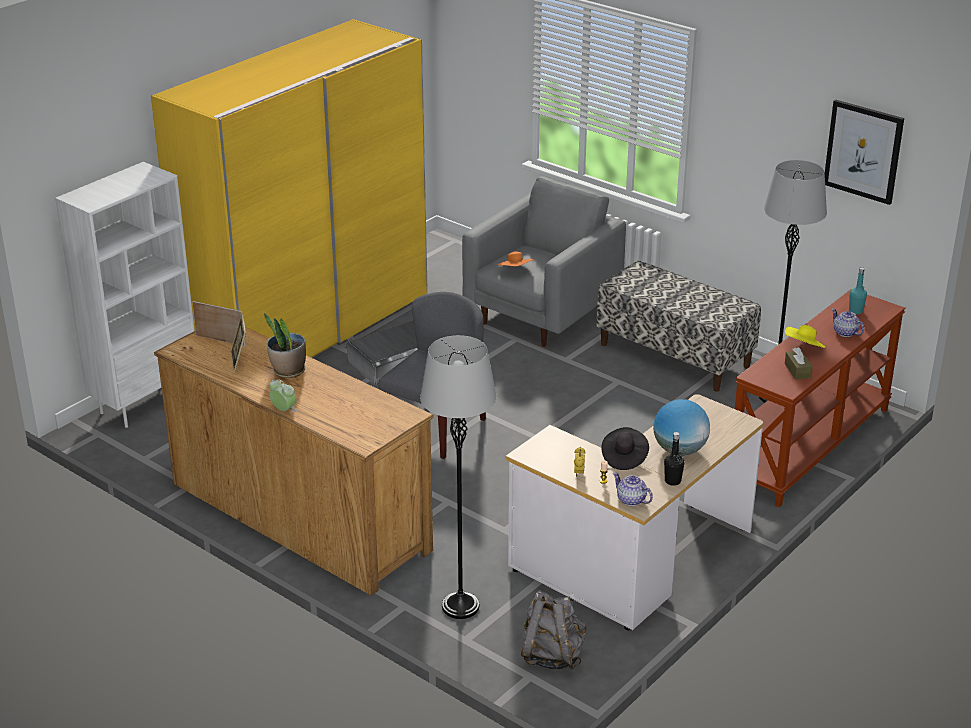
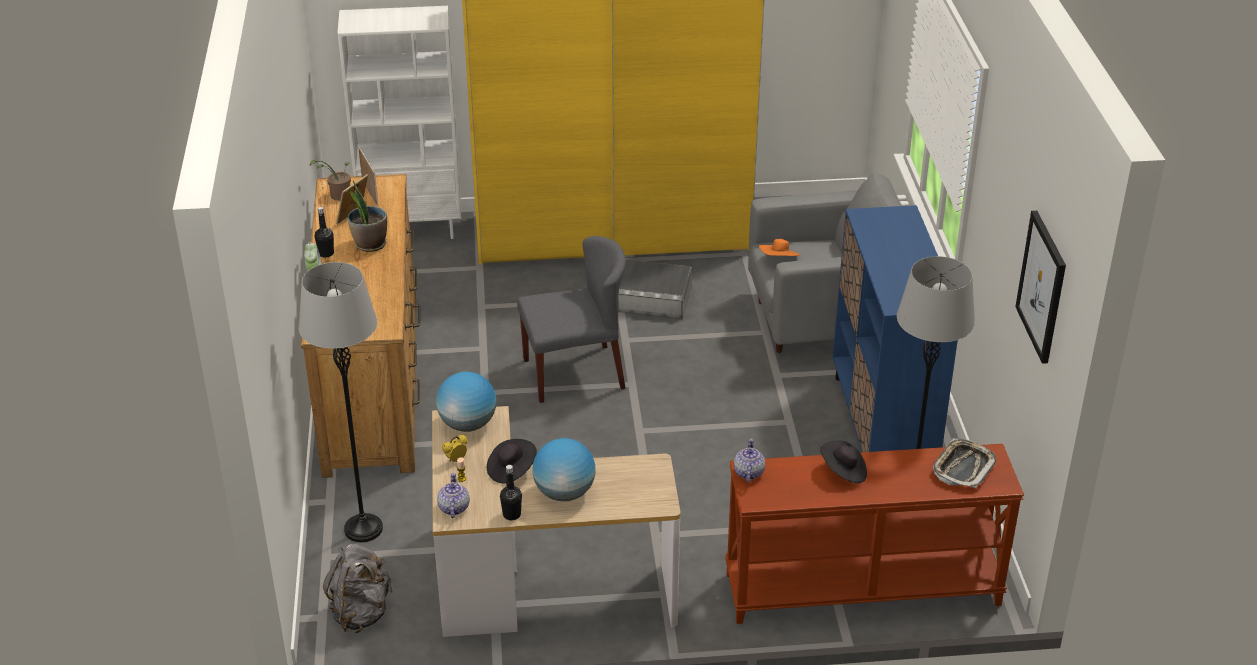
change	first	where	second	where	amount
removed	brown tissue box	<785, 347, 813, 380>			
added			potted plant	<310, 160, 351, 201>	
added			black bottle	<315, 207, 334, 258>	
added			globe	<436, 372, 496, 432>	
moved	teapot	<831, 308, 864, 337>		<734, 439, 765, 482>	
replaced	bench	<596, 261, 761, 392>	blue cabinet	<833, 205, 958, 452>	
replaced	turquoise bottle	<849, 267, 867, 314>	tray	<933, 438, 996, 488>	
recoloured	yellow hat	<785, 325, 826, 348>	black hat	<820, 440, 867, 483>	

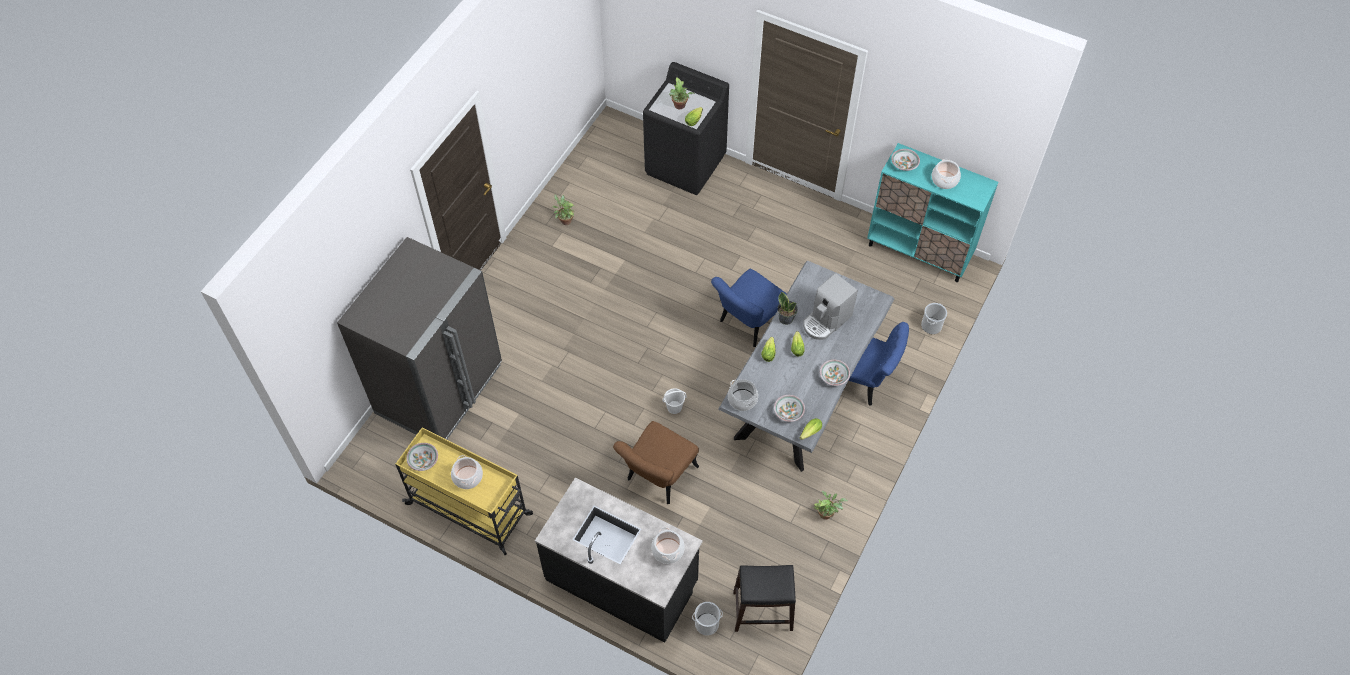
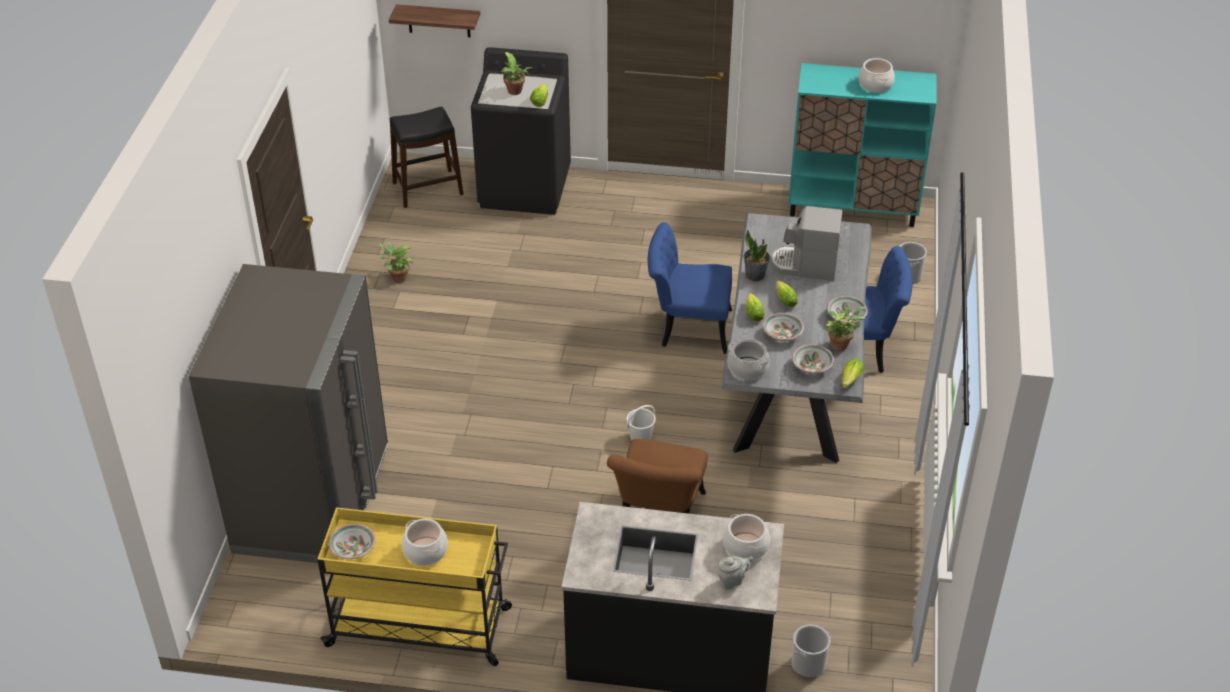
change	first	where	second	where	amount
added			shelf	<389, 4, 480, 37>	
added			grey teapot	<718, 556, 753, 590>	
moved	black stool	<733, 565, 796, 632>		<390, 107, 464, 208>	
moved	potted plant	<813, 491, 848, 520>		<826, 306, 867, 351>	
moved	bowl	<891, 149, 920, 171>		<763, 313, 804, 341>	
turned	blue chair	<711, 269, 787, 347>		<647, 222, 732, 354>	75 degrees clockwise
turned	coffee machine	<803, 273, 858, 340>		<771, 206, 842, 281>	75 degrees clockwise

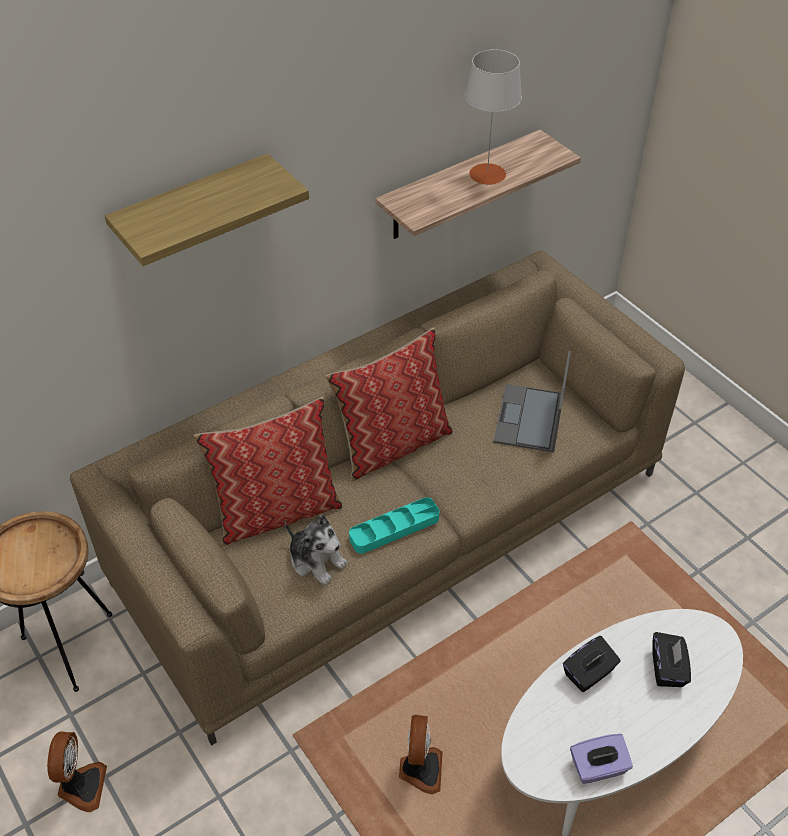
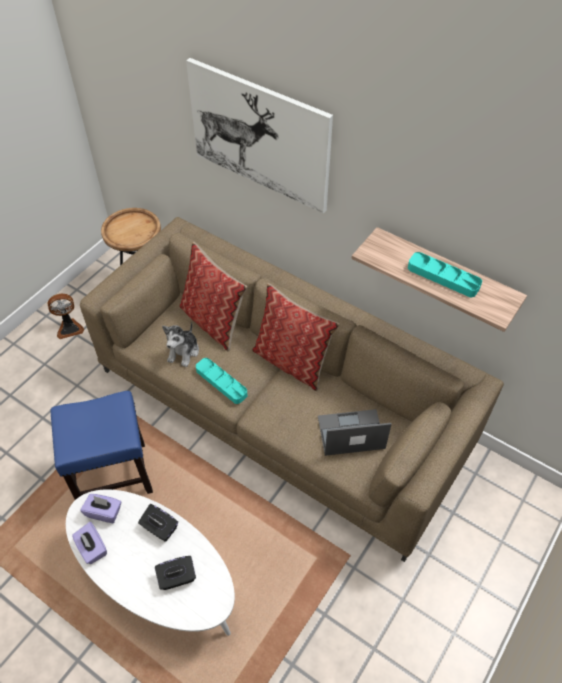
change	first	where	second	where	amount
added			purple tissue box	<80, 494, 121, 523>	
replaced	shelf	<105, 153, 309, 266>	picture	<186, 58, 333, 214>	
replaced	fan	<399, 715, 443, 794>	blue stool	<50, 391, 153, 500>	
replaced	grey table lamp	<465, 49, 522, 185>	turquoise tray	<408, 252, 482, 297>	

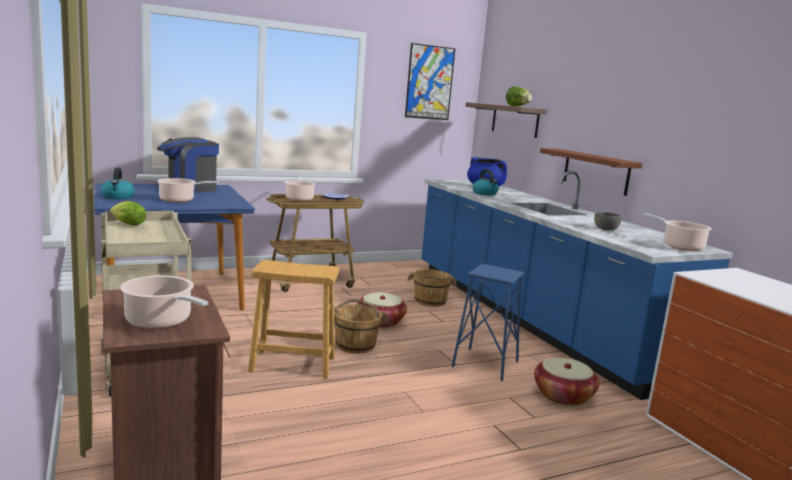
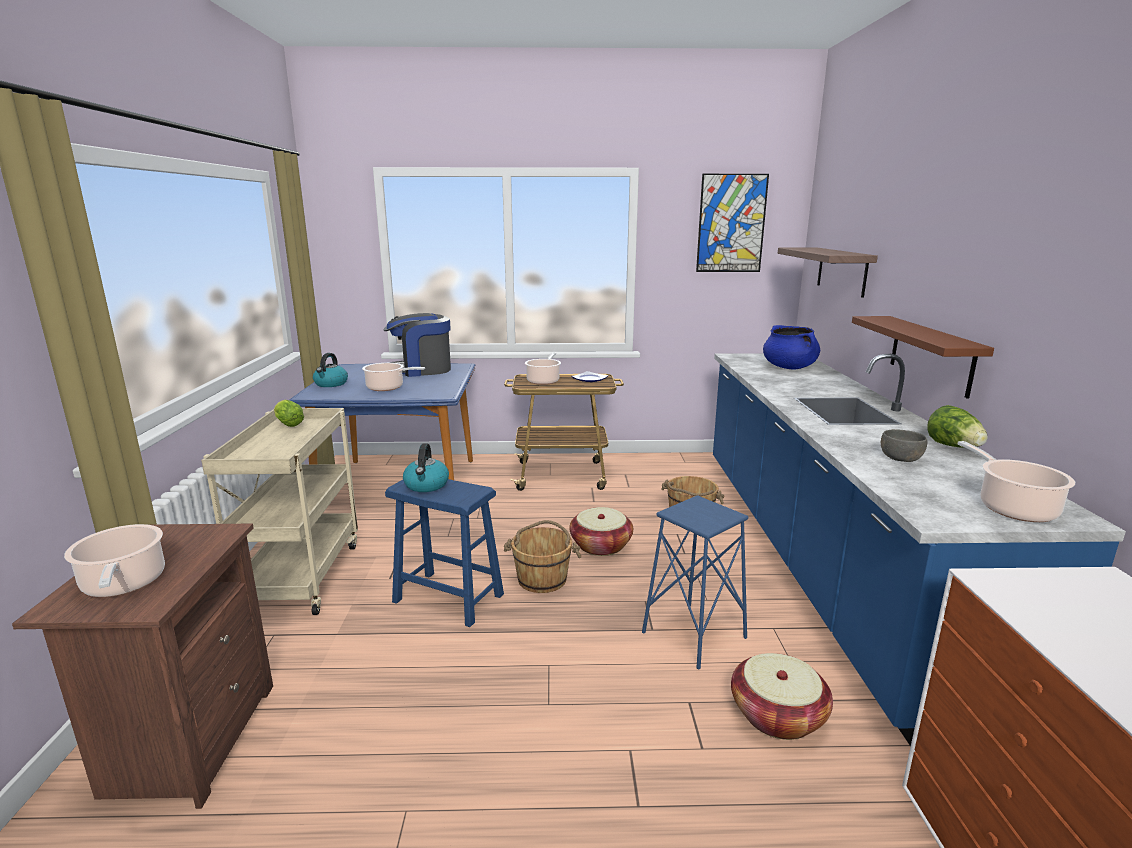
change	first	where	second	where	amount
moved	kettle	<473, 169, 499, 196>		<403, 443, 449, 492>	
moved	lettuce	<506, 87, 532, 106>		<927, 405, 987, 448>	
recoloured	brown stool	<248, 260, 339, 379>	blue stool	<385, 479, 504, 627>	

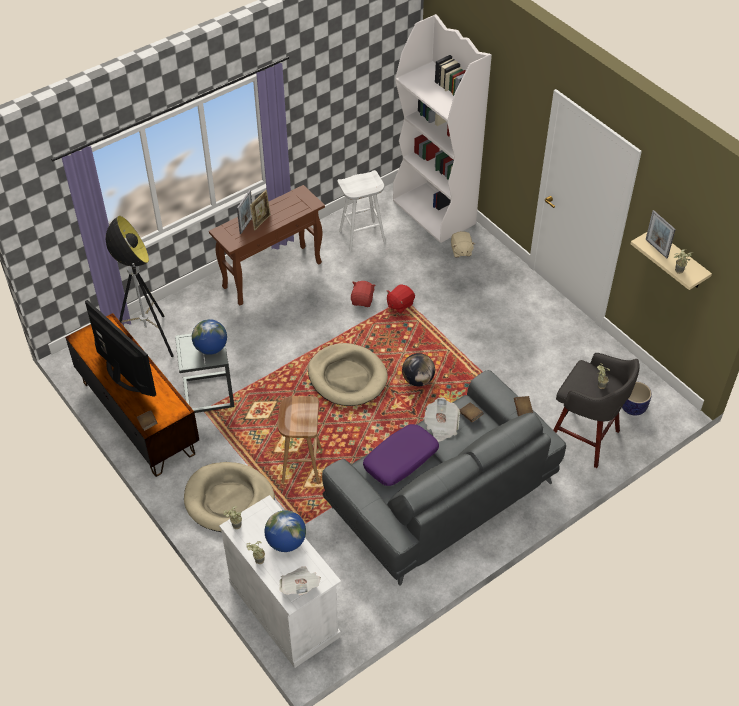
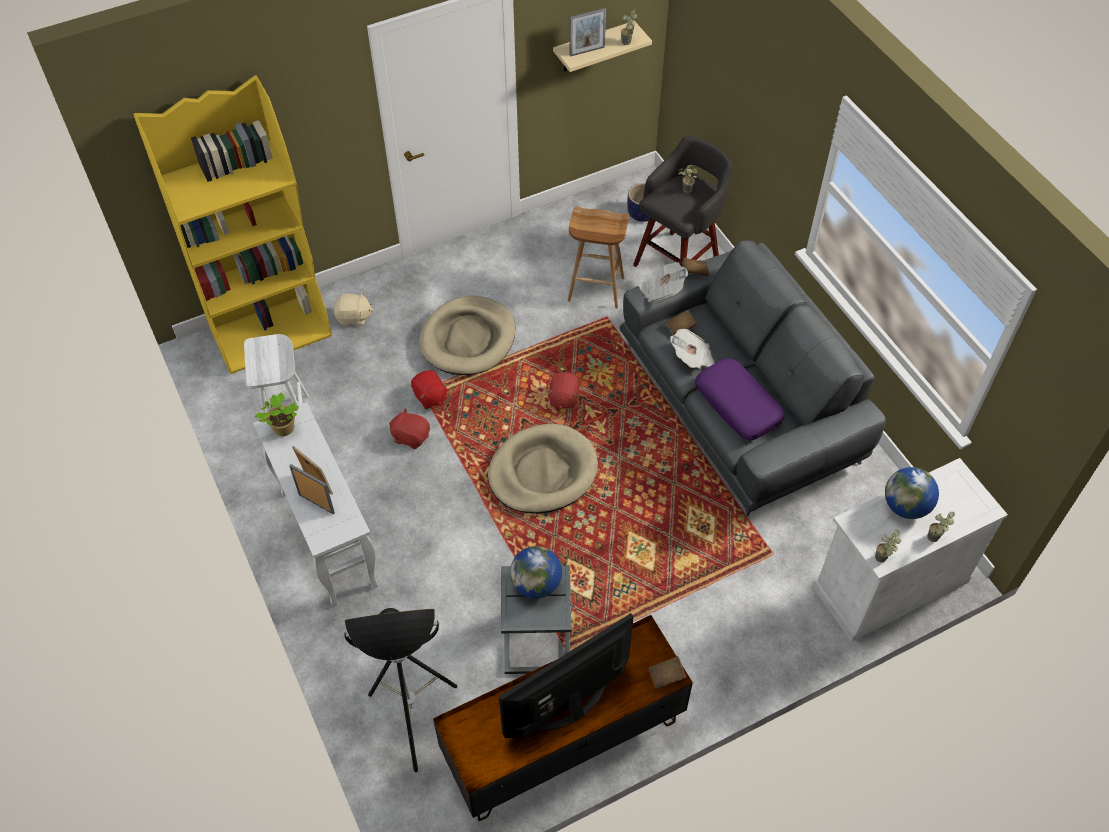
change	first	where	second	where	amount
added			potted plant	<255, 393, 299, 436>	
moved	beige dog bed	<184, 462, 275, 533>		<419, 296, 515, 375>	
moved	brown stool	<278, 396, 322, 484>		<568, 206, 629, 309>	
moved	newspaper	<279, 566, 321, 595>		<639, 262, 688, 302>	
replaced	globe	<402, 353, 435, 386>	red plush toy	<546, 372, 580, 409>	
recoloured	brown console table	<209, 185, 325, 306>	white console table	<253, 402, 379, 607>	
recoloured	white bookcase	<393, 14, 492, 243>	yellow bookcase	<133, 75, 332, 374>	

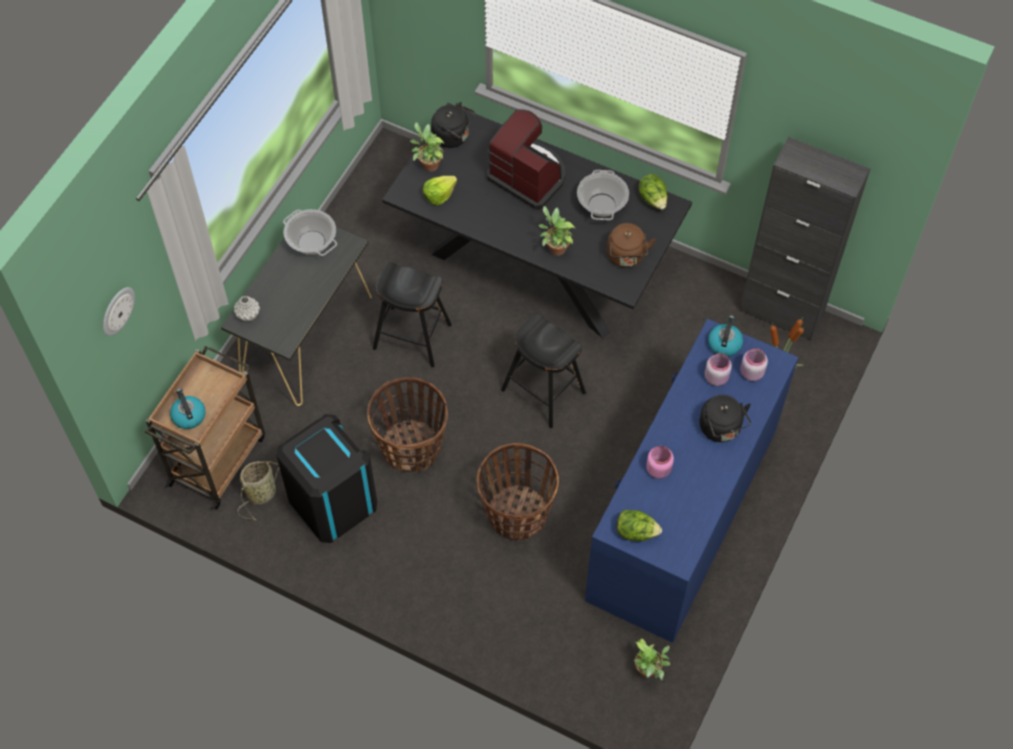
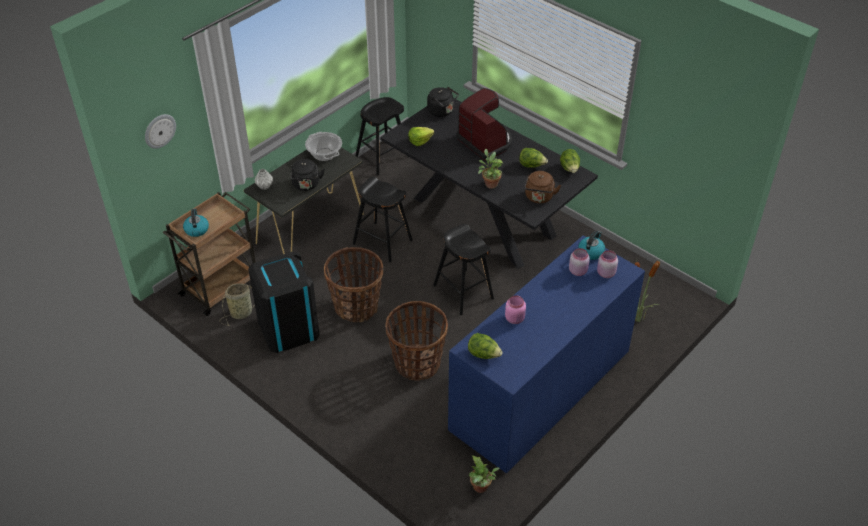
change	first	where	second	where	amount
removed	potted plant	<410, 122, 445, 172>			
removed	black cabinet	<739, 137, 870, 341>			
added			black stool	<356, 97, 409, 175>	
moved	black kettle	<700, 395, 751, 442>		<291, 159, 325, 191>	
replaced	cooking pot	<577, 170, 629, 220>	lettuce	<519, 148, 548, 168>	

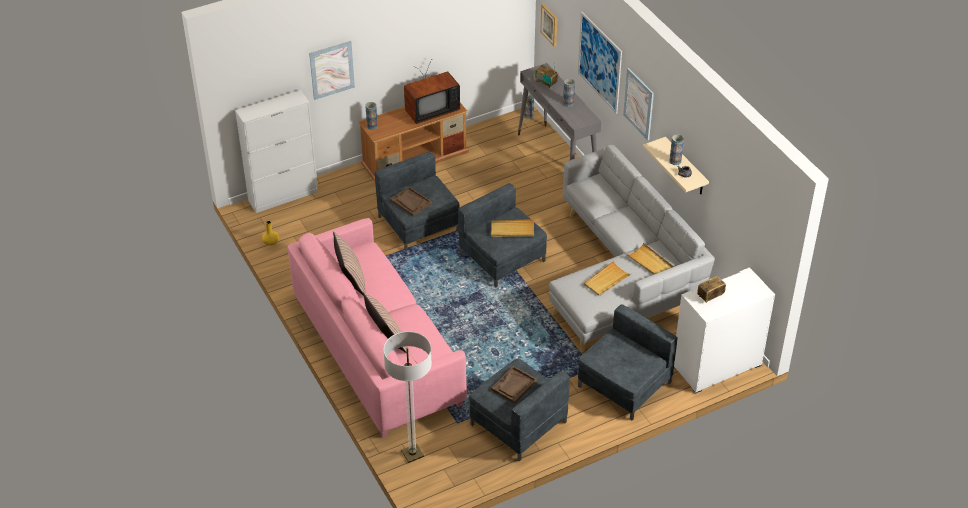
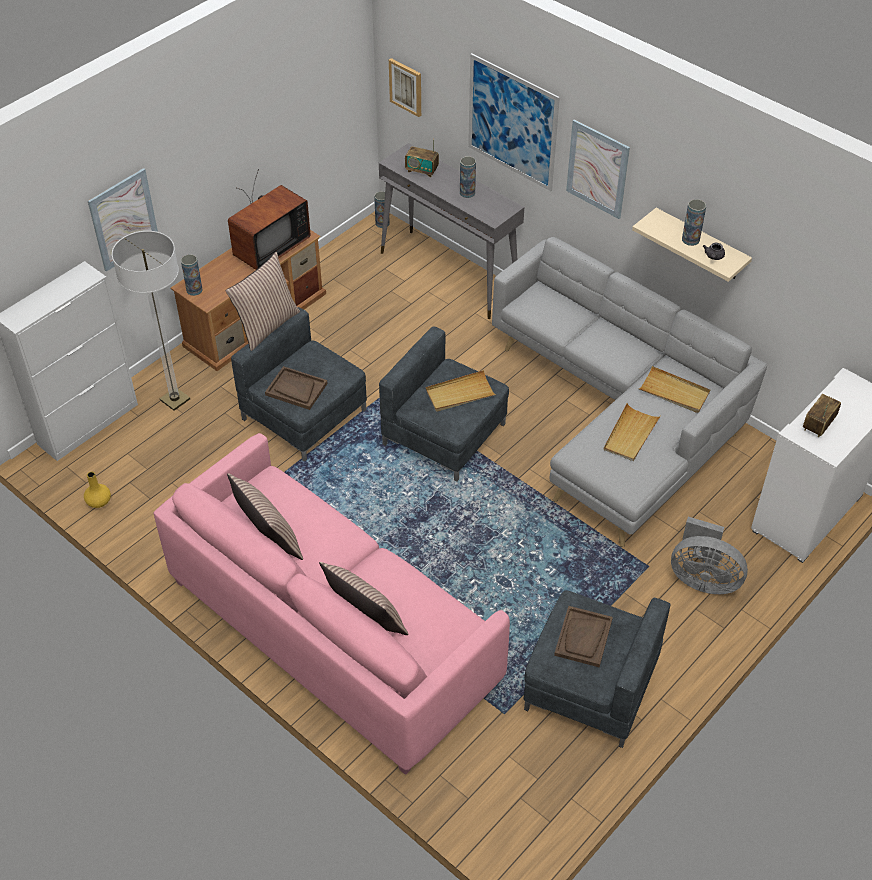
change	first	where	second	where	amount
added			pillow	<226, 252, 300, 351>	
moved	floor lamp	<383, 331, 432, 463>		<112, 231, 190, 411>	
replaced	grey armchair	<578, 304, 678, 420>	grey fan	<671, 517, 748, 594>	

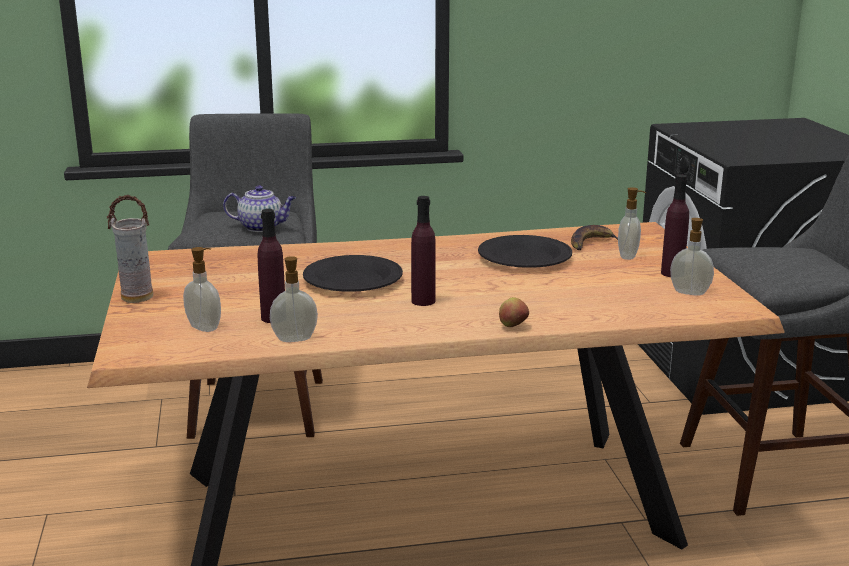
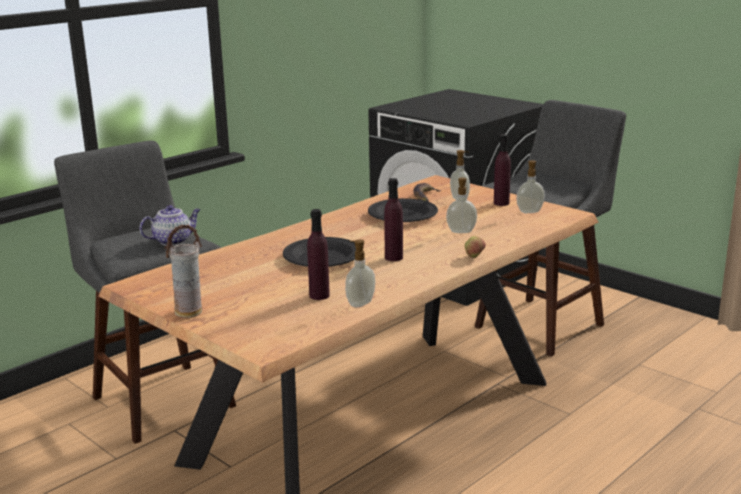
change	first	where	second	where	amount
moved	soap dispenser	<183, 247, 221, 332>		<446, 178, 477, 233>	

